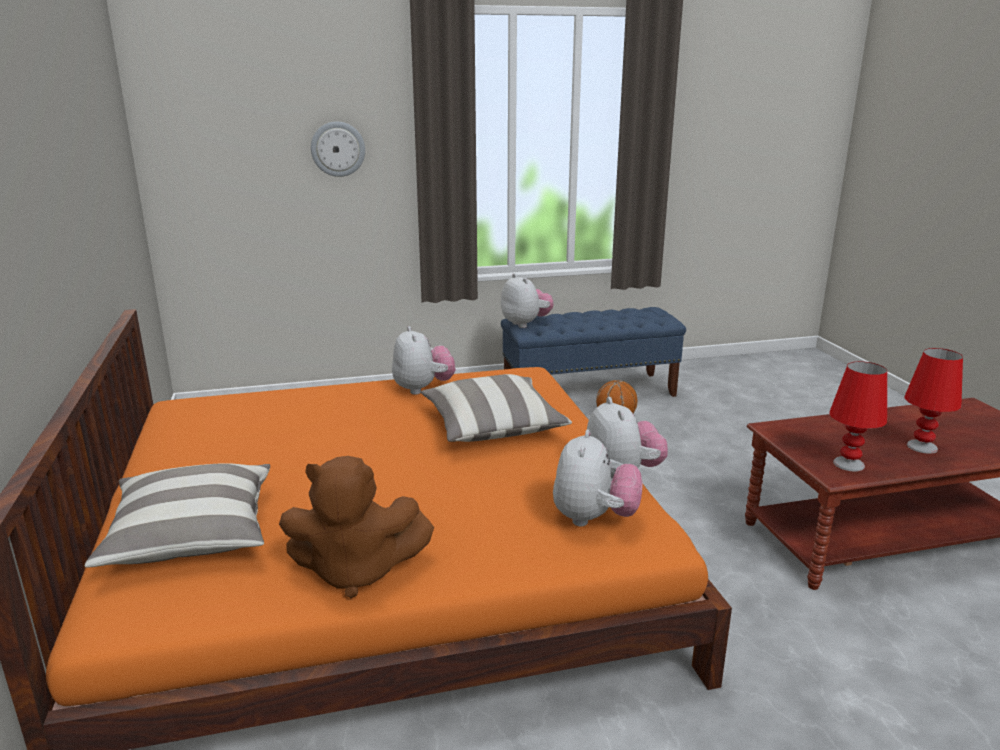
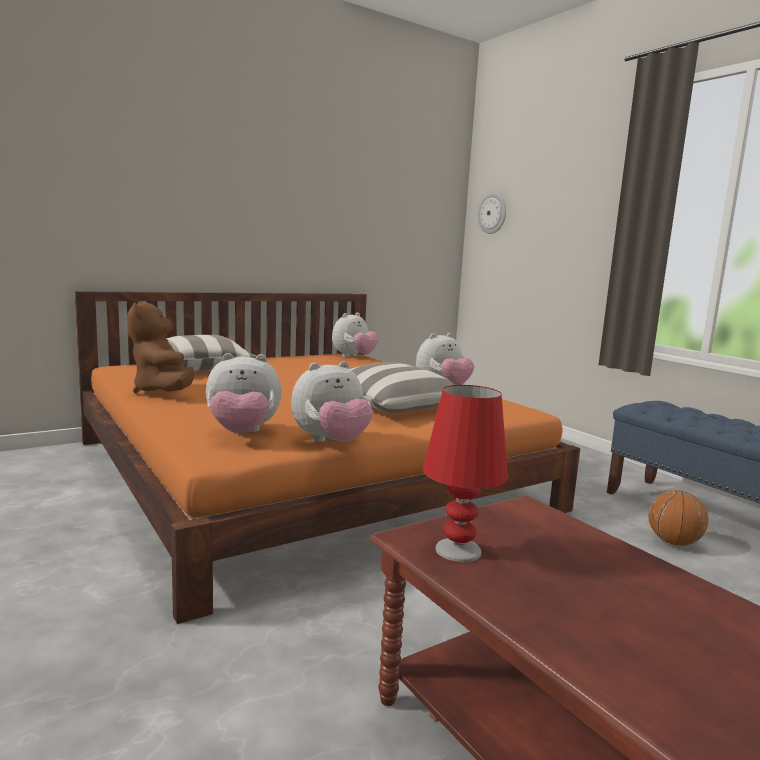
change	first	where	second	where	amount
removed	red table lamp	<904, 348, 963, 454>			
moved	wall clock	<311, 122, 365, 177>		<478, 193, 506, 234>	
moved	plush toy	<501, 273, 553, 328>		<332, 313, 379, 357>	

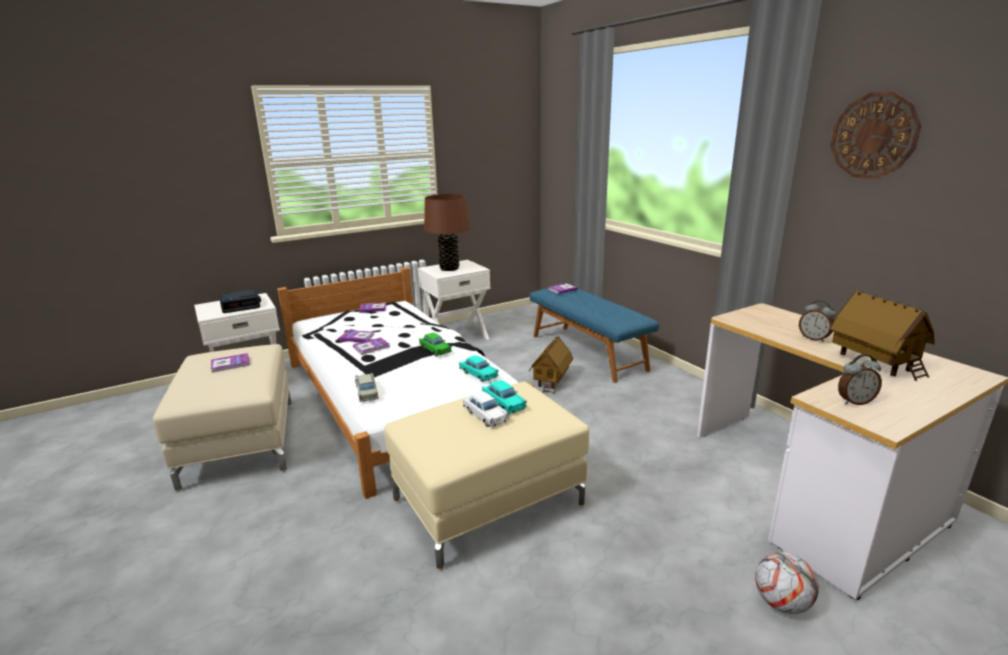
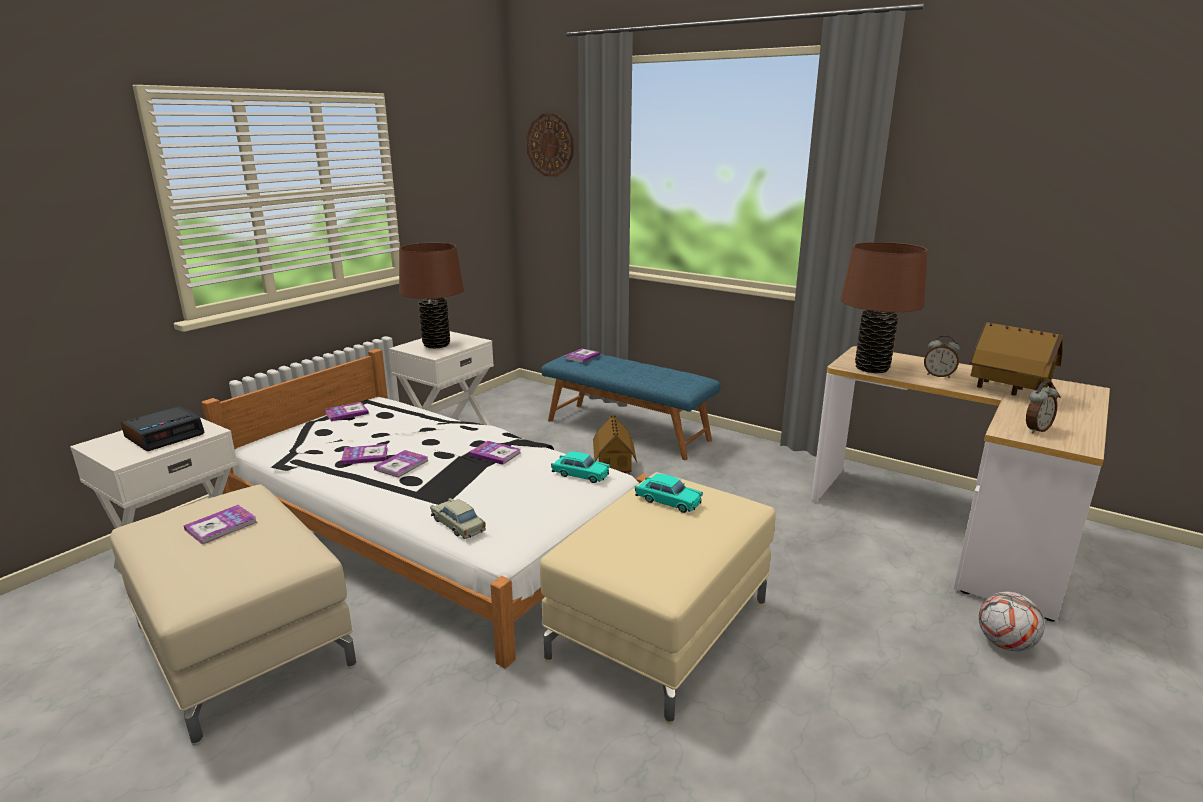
change	first	where	second	where	amount
removed	white toy car	<463, 391, 509, 427>			
added			brown table lamp	<841, 242, 928, 373>	
moved	wall clock	<830, 92, 921, 179>		<527, 114, 574, 177>	
replaced	green toy car	<419, 333, 452, 356>	book	<469, 441, 521, 465>	

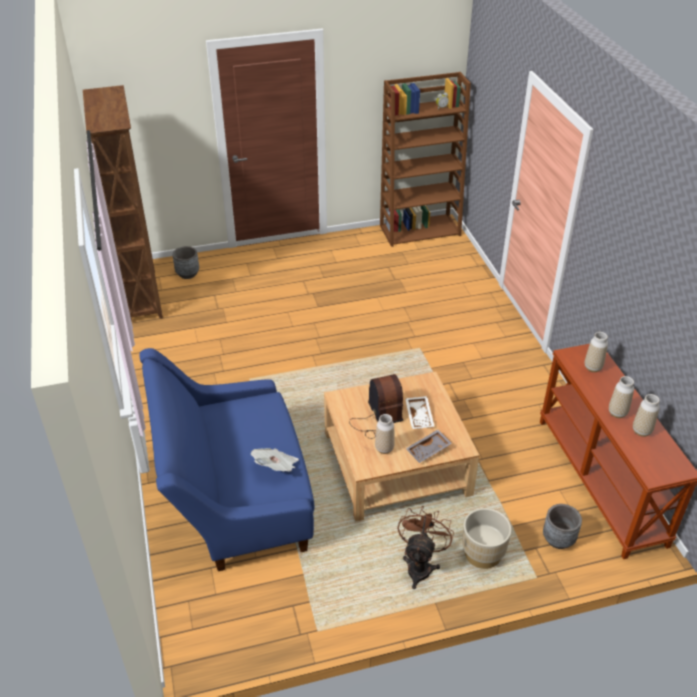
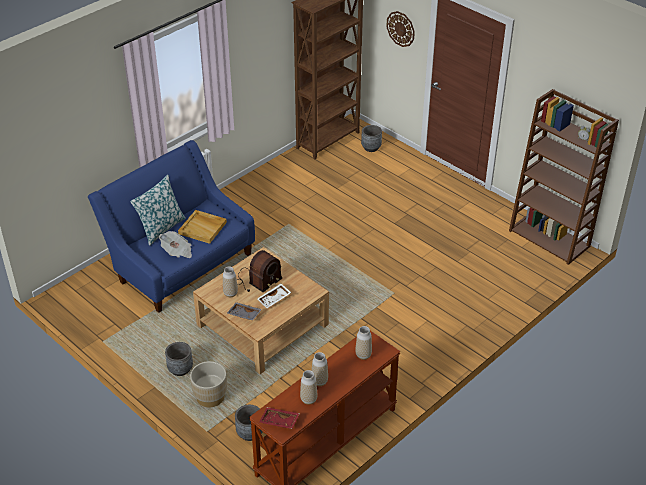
change	first	where	second	where	amount
added			pillow	<130, 175, 186, 246>	
added			beige tray	<178, 210, 227, 244>	
added			red tray	<259, 407, 300, 429>	
added			wall clock	<386, 11, 415, 47>	
replaced	brown fan	<397, 506, 454, 589>	grey planter	<165, 342, 193, 376>	

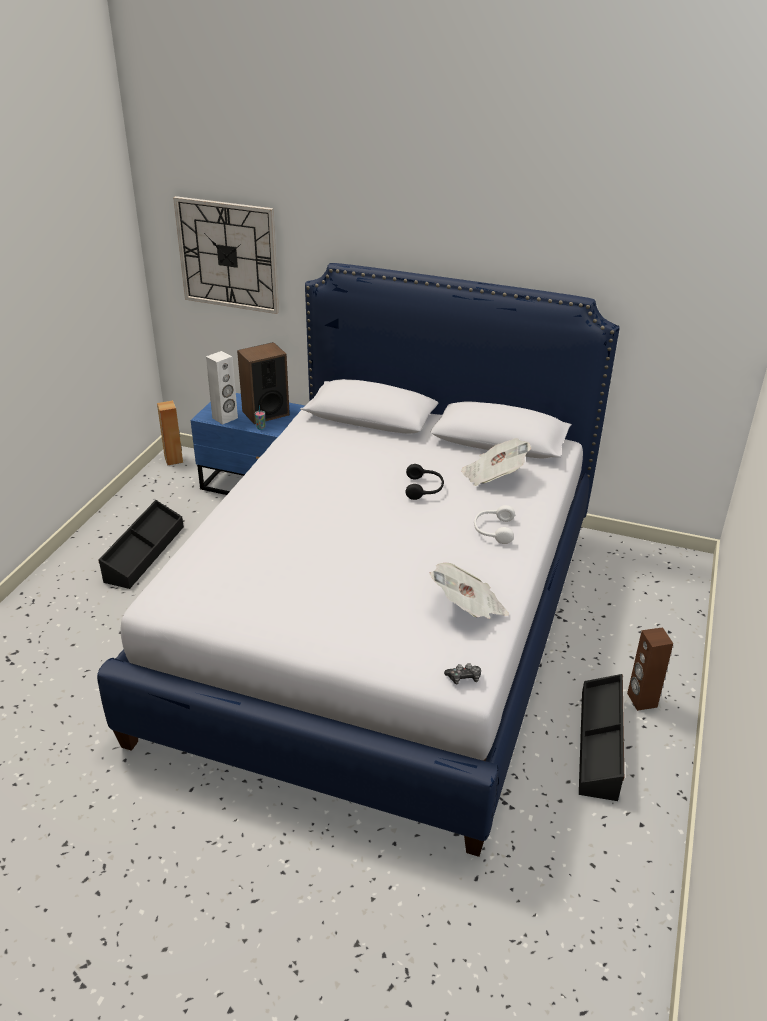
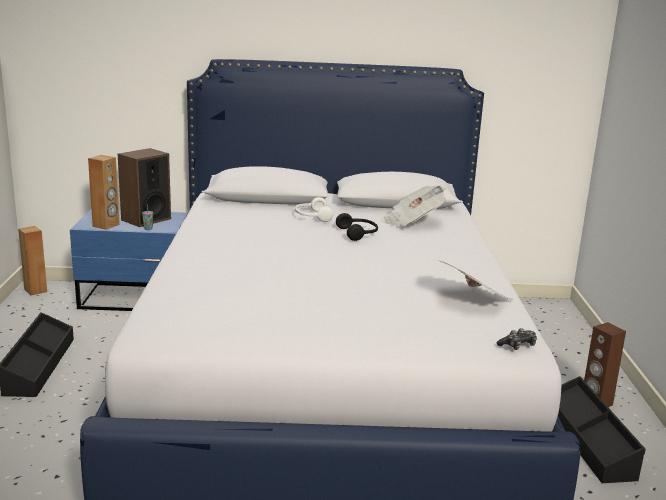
change	first	where	second	where	amount
removed	wall clock	<173, 196, 279, 314>			
moved	white headphones	<474, 505, 515, 544>		<295, 197, 333, 222>	
recoloured	white speaker	<206, 351, 238, 424>	brown speaker	<88, 155, 120, 230>	

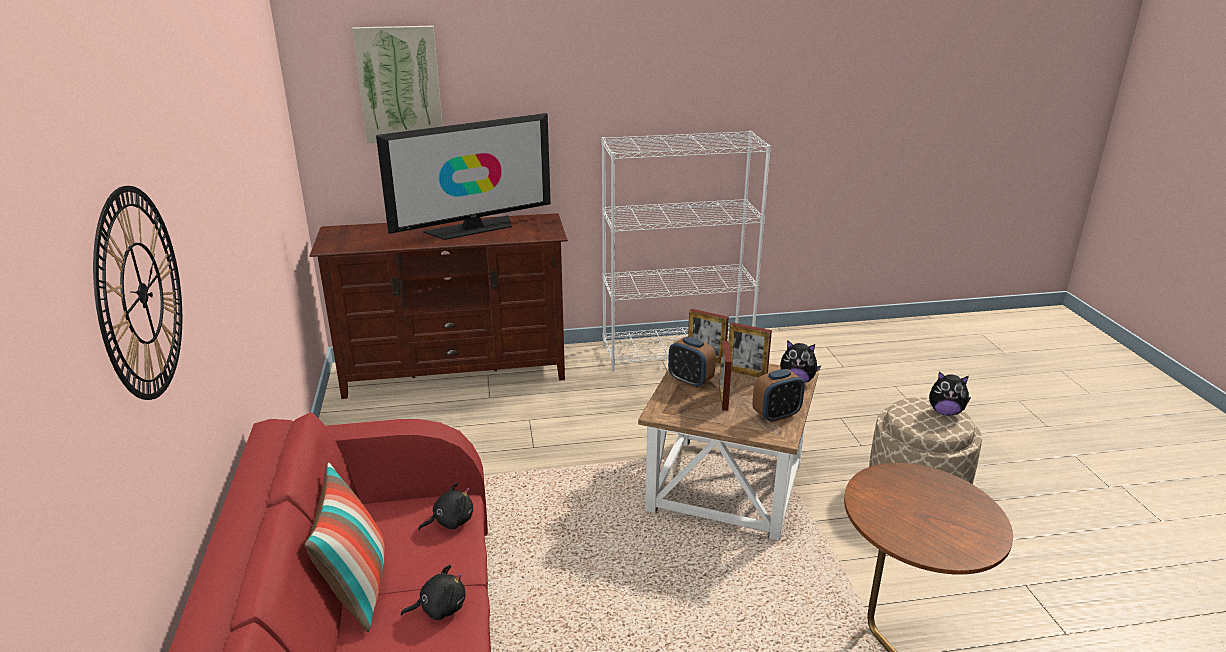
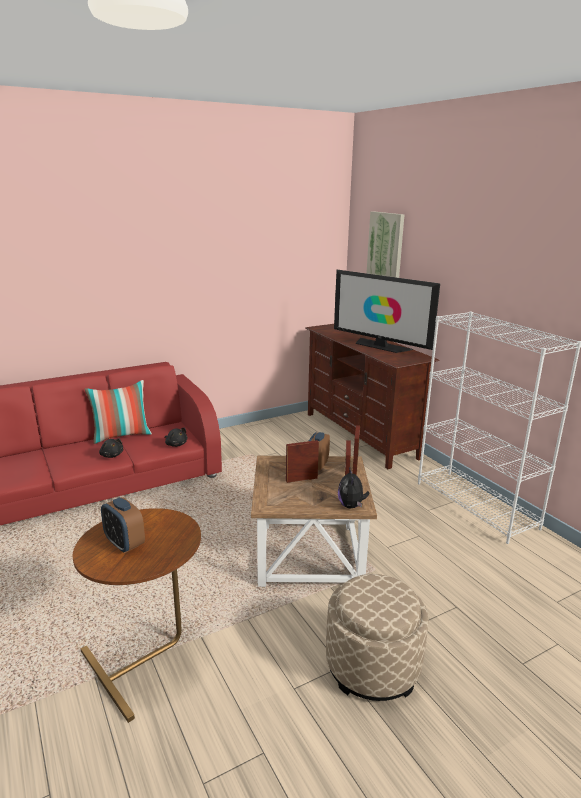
change	first	where	second	where	amount
removed	wall clock	<93, 186, 182, 400>			
removed	plush toy	<929, 372, 971, 416>			
moved	alarm clock	<752, 369, 805, 423>		<101, 497, 145, 553>	

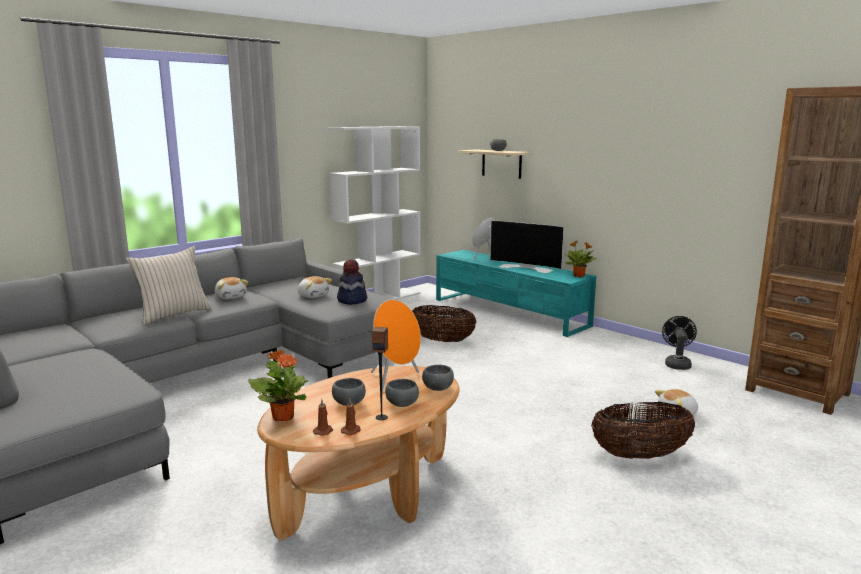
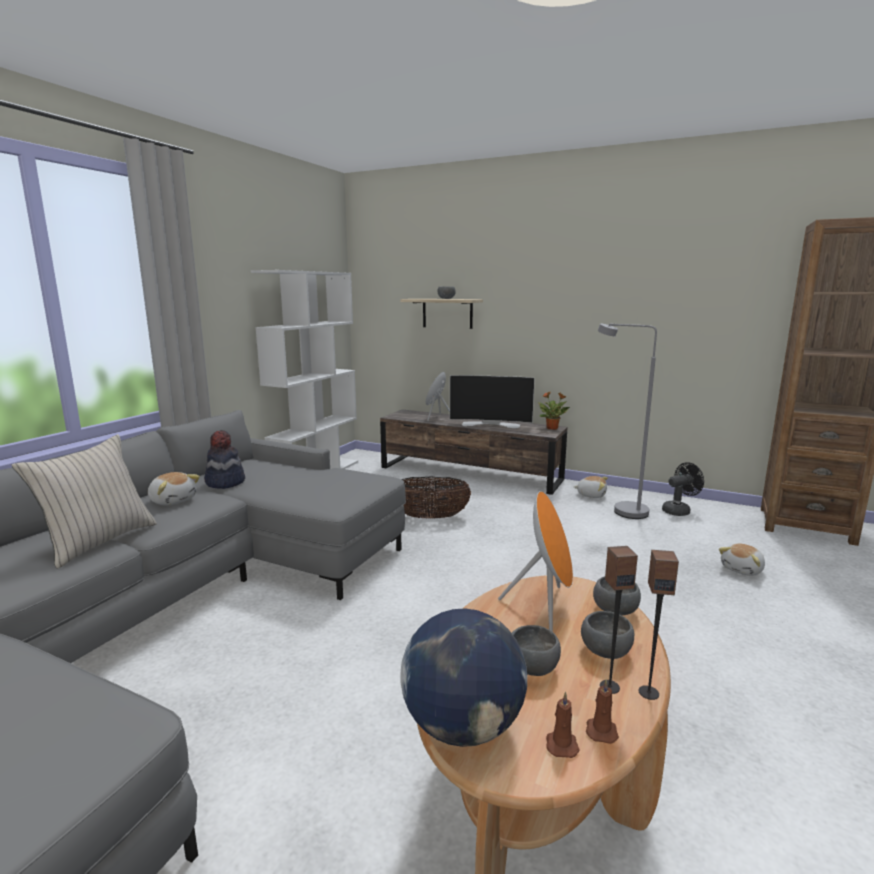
change	first	where	second	where	amount
removed	basket	<591, 402, 695, 459>			
added			grey floor lamp	<598, 324, 657, 519>	
added			speaker	<638, 550, 679, 700>	
moved	plush toy	<298, 276, 332, 298>		<574, 476, 608, 498>	
moved	hat	<337, 259, 367, 305>		<204, 430, 245, 489>	
replaced	potted plant	<248, 349, 309, 422>	globe	<400, 608, 527, 747>	
recoloured	turquoise tv stand	<436, 250, 596, 337>	brown tv stand	<380, 409, 568, 495>	
turned	black fan	<662, 316, 697, 370>		<662, 462, 704, 516>	75 degrees clockwise

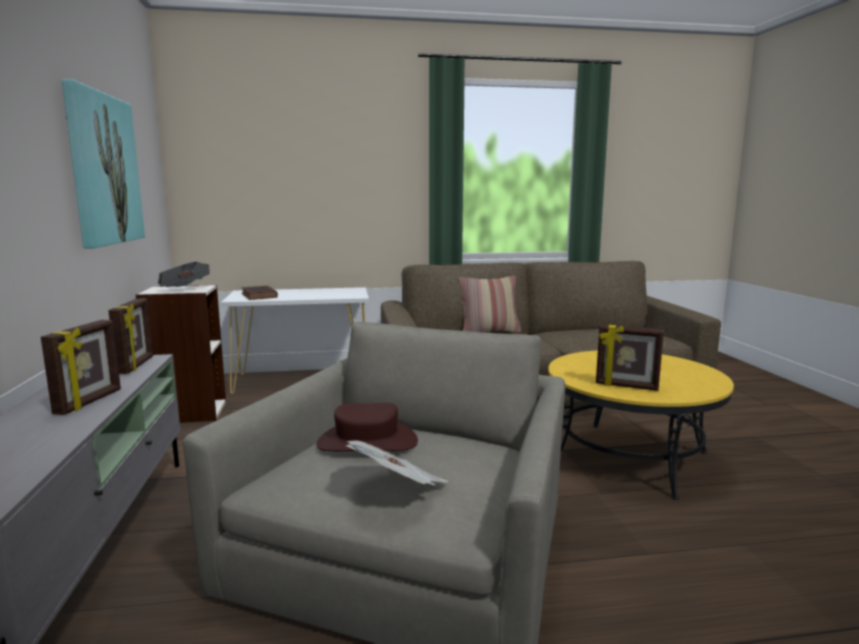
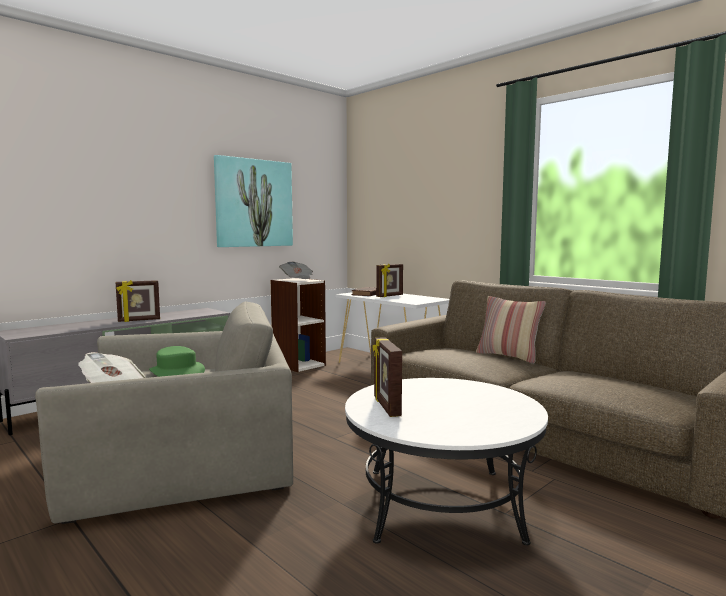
change	first	where	second	where	amount
moved	picture frame	<108, 299, 153, 374>		<376, 264, 403, 297>	
recoloured	brown hat	<316, 403, 418, 451>	green hat	<149, 346, 205, 377>	
recoloured	yellow coffee table	<548, 350, 734, 500>	white coffee table	<345, 378, 548, 545>	

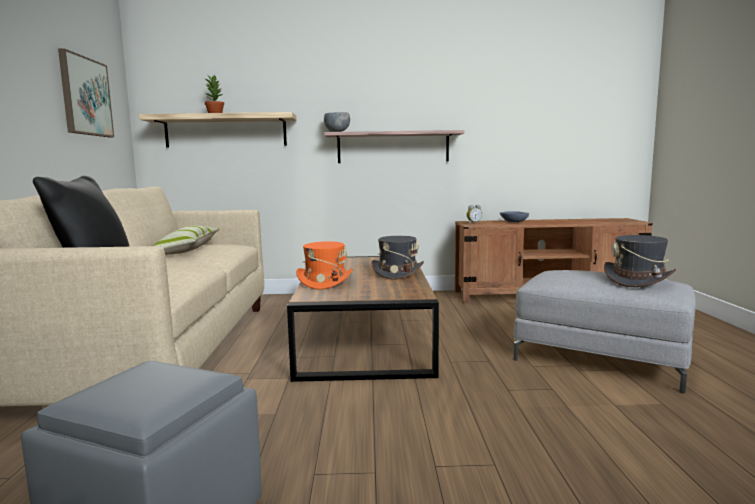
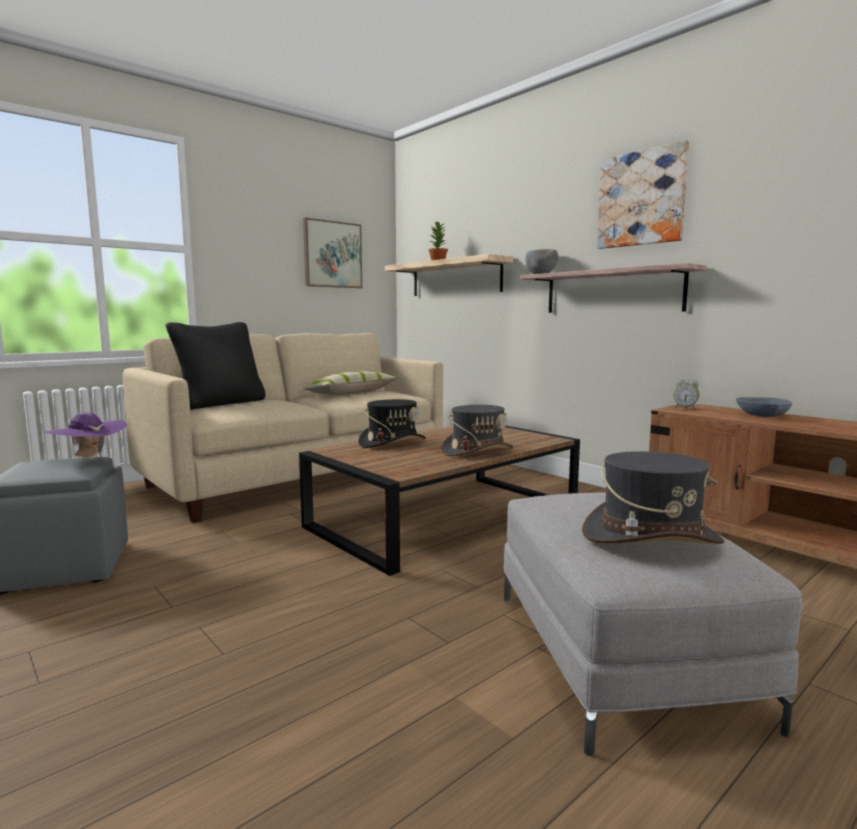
change	first	where	second	where	amount
added			purple hat	<43, 412, 127, 457>	
added			picture	<597, 140, 689, 249>	
recoloured	orange hat	<296, 241, 353, 290>	black hat	<358, 399, 426, 448>	

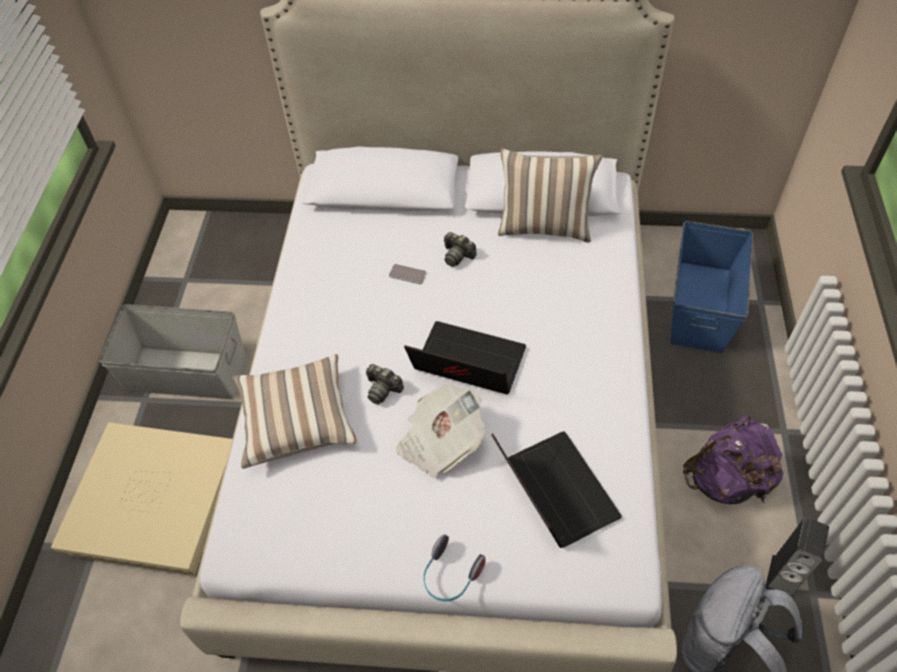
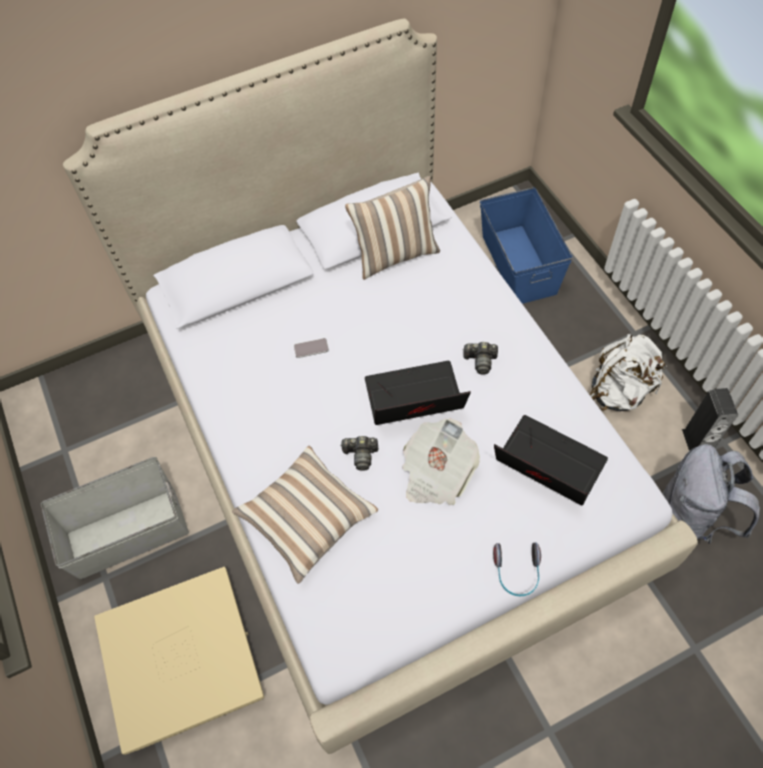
change	first	where	second	where	amount
moved	photo camera	<444, 232, 477, 267>		<463, 342, 498, 374>	
recoloured	purple backpack	<683, 414, 783, 504>	white backpack	<590, 334, 667, 411>	

